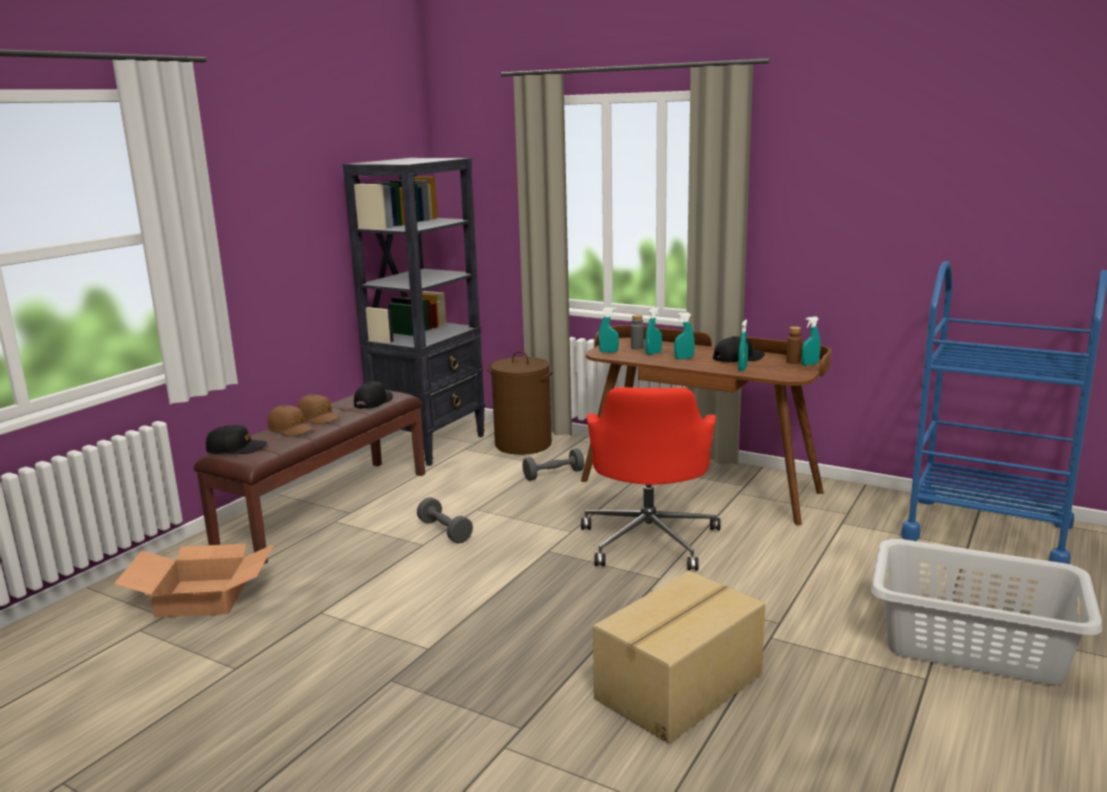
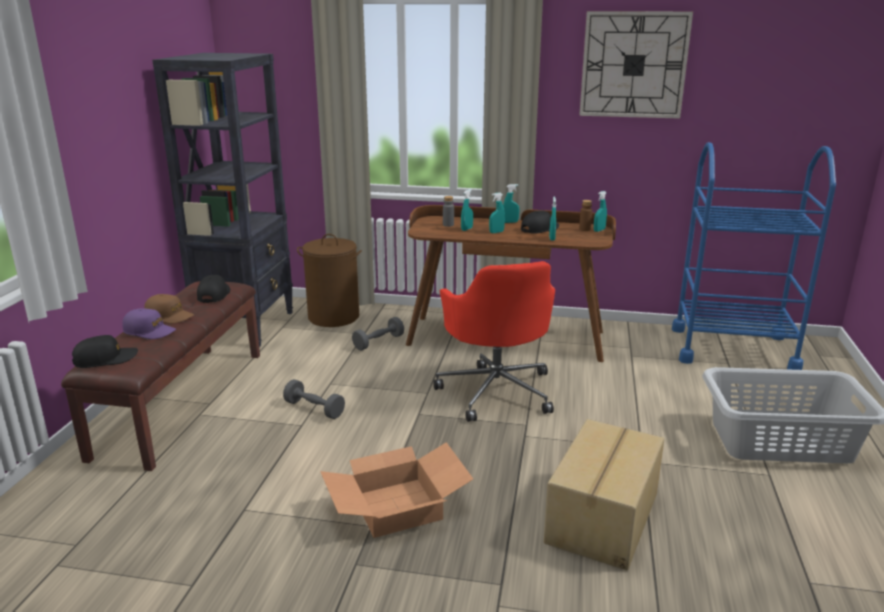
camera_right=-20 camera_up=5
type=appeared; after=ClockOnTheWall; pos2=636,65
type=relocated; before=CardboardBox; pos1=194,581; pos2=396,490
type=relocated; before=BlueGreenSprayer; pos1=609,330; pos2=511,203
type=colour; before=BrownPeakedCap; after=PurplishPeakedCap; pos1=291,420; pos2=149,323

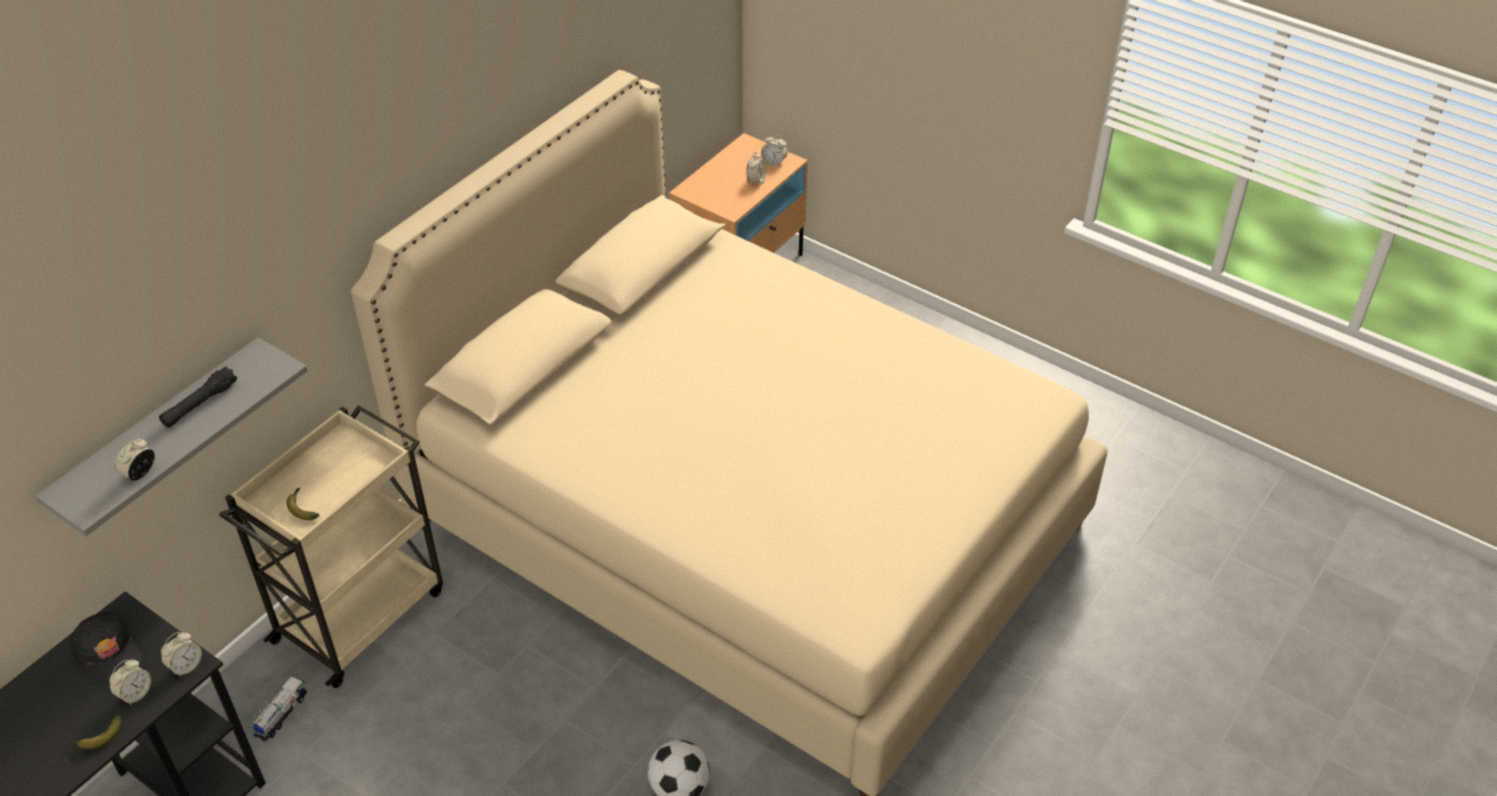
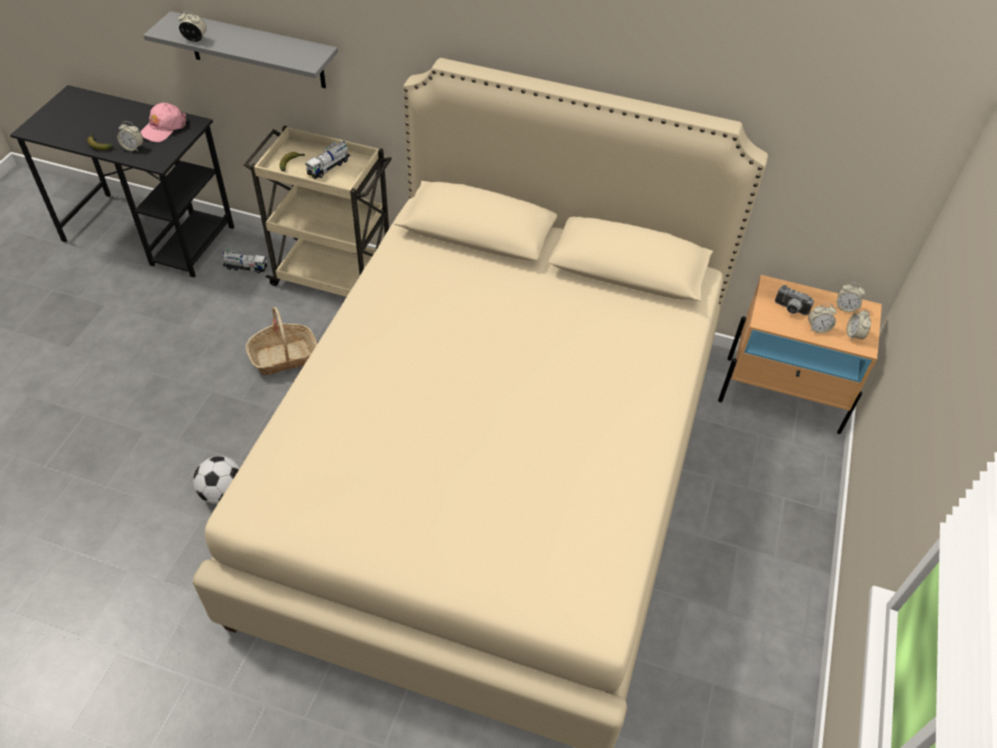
camera_right=70 camera_up=5
type=missing; before=BlackColouredFlashlight; pos1=198,397
type=appeared; after=StorageBasket; pos2=281,341
type=appeared; after=ModelTruck; pos2=327,160
type=appeared; after=StillCamera; pos2=794,300
type=relocated; before=BedsideClock; pos1=181,654; pos2=851,297
type=colour; before=BlackColouredPeakedCap; after=PinkColouredPeakedCap; pos1=105,648; pos2=163,122

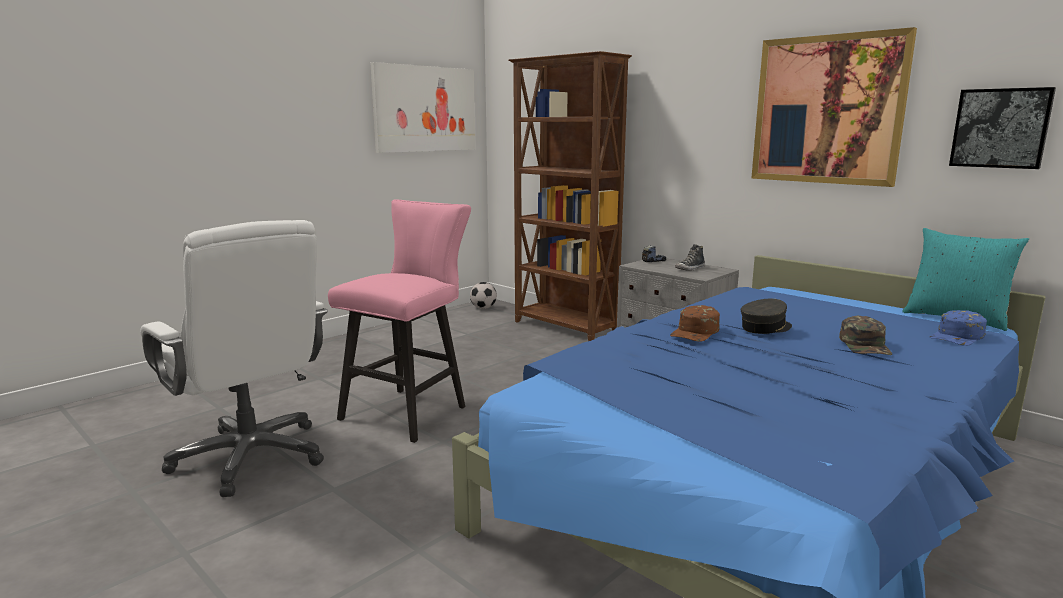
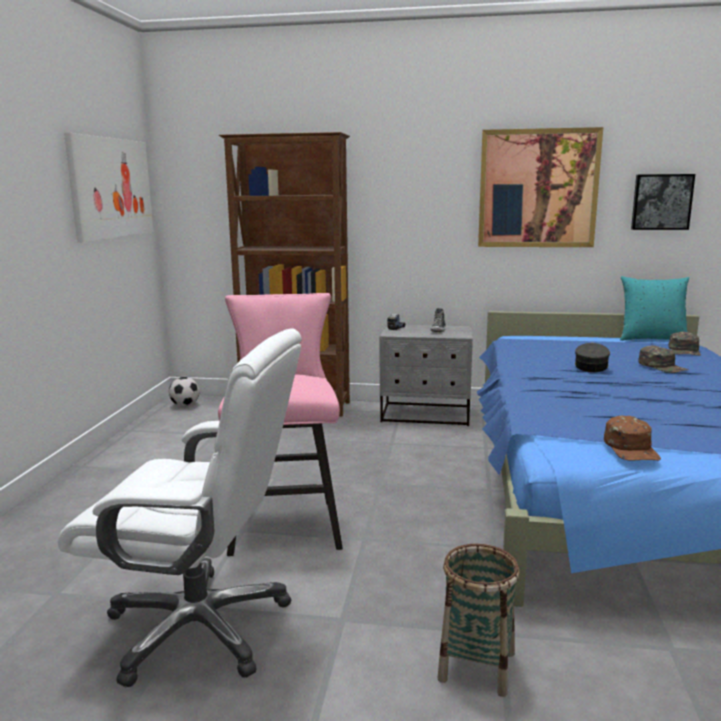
camera_right=-35 camera_up=0
type=appeared; after=StorageBasket; pos2=479,620
type=relocated; before=BrownPeakedCap; pos1=695,323; pos2=632,438
type=colour; before=BluishPeakedCap; after=GreenColouredPeakedCap; pos1=958,328; pos2=684,344

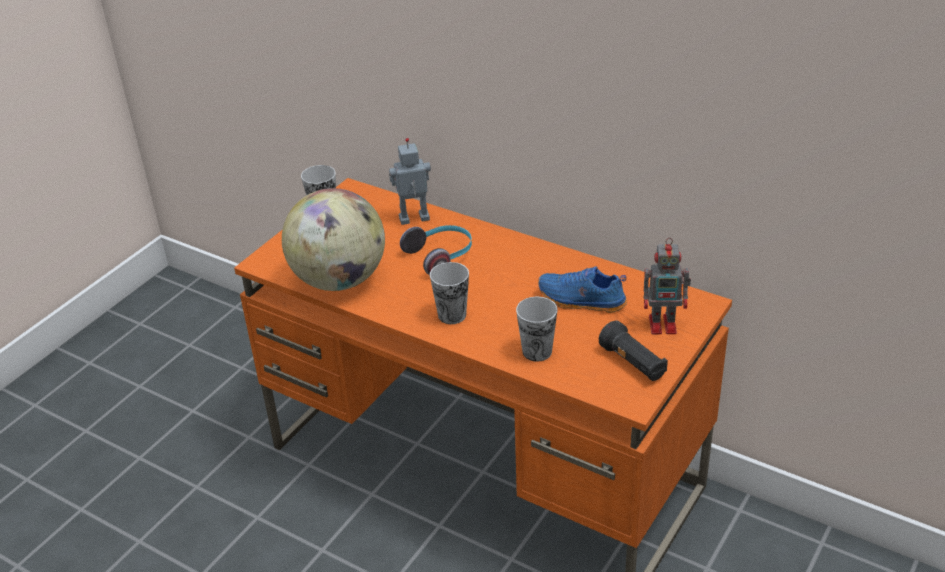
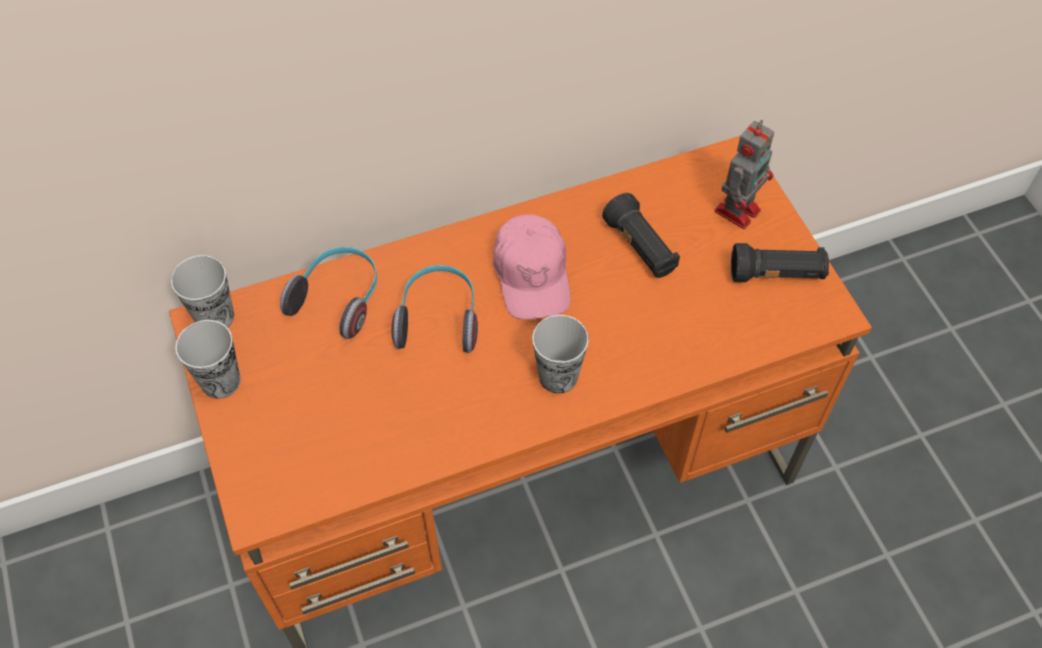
camera_right=-55 camera_up=20
type=missing; before=Globe; pos1=333,239
type=appeared; after=PinkColouredPeakedCap; pos2=532,267
type=relocated; before=DrinkingCup; pos1=537,329; pos2=202,291
type=exchanged; before=RobotFigure; after=PairOfHeadphones; pos1=410,181; pos2=328,293
type=exchanged; before=BluishItemOfFootwear; after=BlackColouredFlashlight; pos1=582,290; pos2=641,235

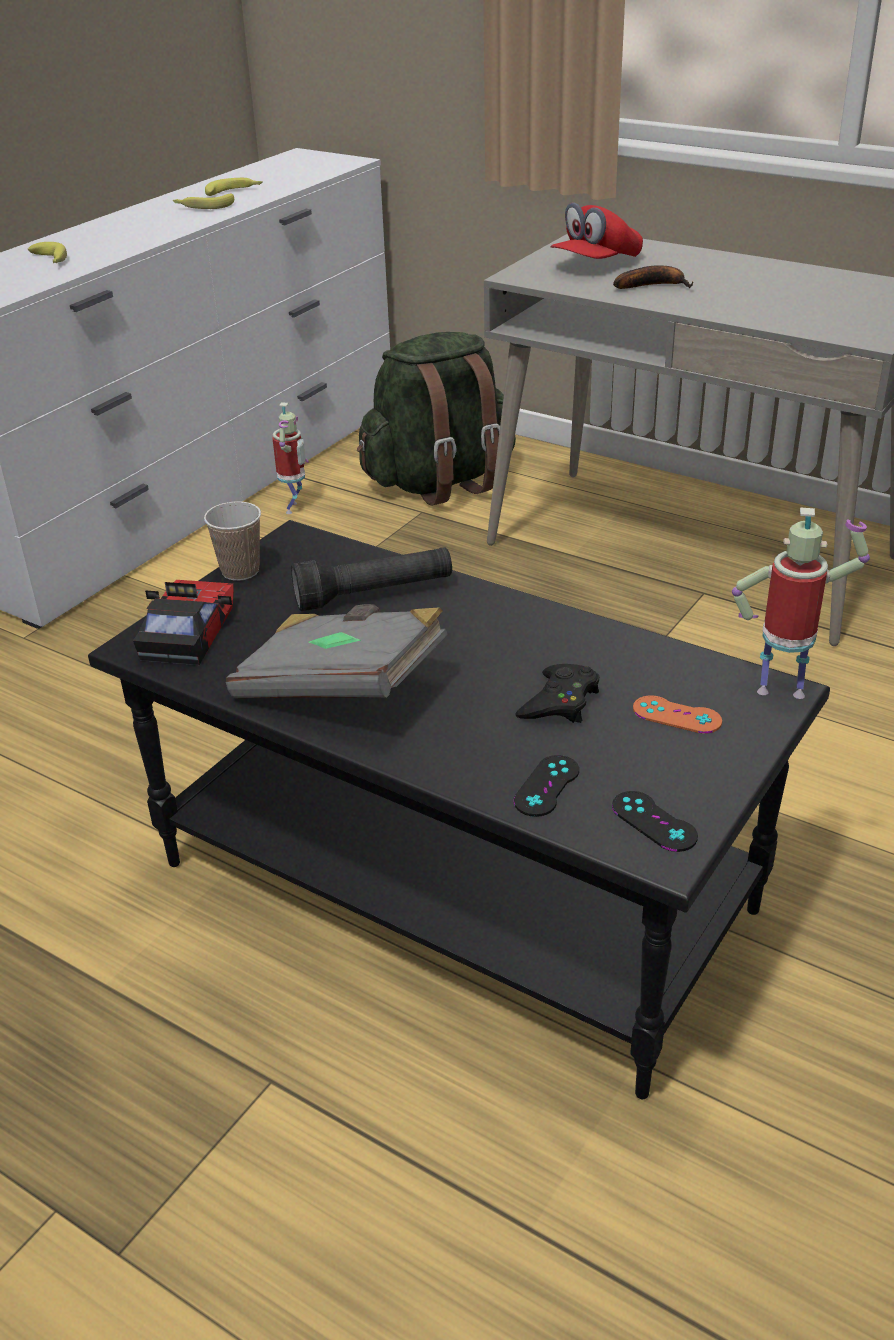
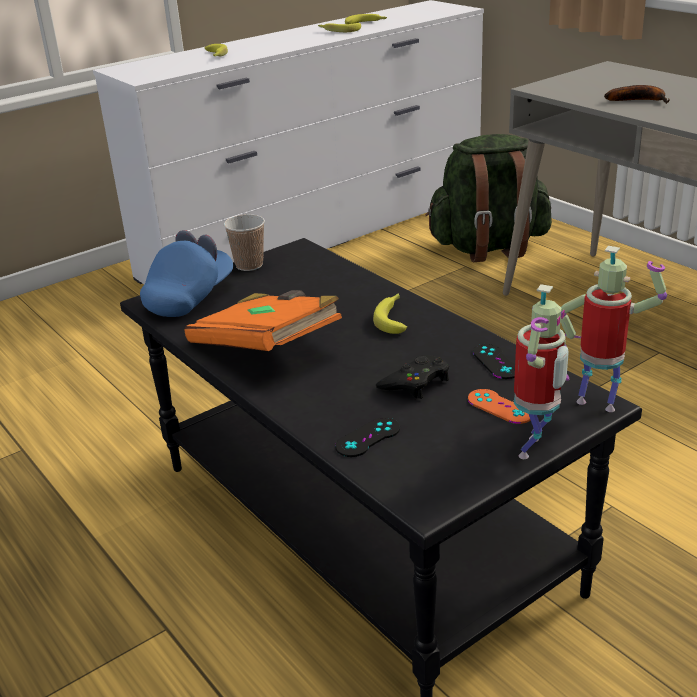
camera_right=20 camera_up=-5
type=missing; before=BlackColouredFlashlight; pos1=371,579
type=missing; before=ReddishPeakedCap; pos1=596,231
type=appeared; after=Banana; pos2=390,314
type=relocated; before=RobotFigure; pos1=290,458; pos2=541,371
type=relocated; before=BlackColouredGamepad; pos1=655,821; pos2=494,361
type=exchanged; before=ToyCar; after=BluishPeakedCap; pos1=183,622; pos2=186,273
type=colour; before=GreyishBook; after=OrangeColouredBook; pos1=337,651; pos2=263,320

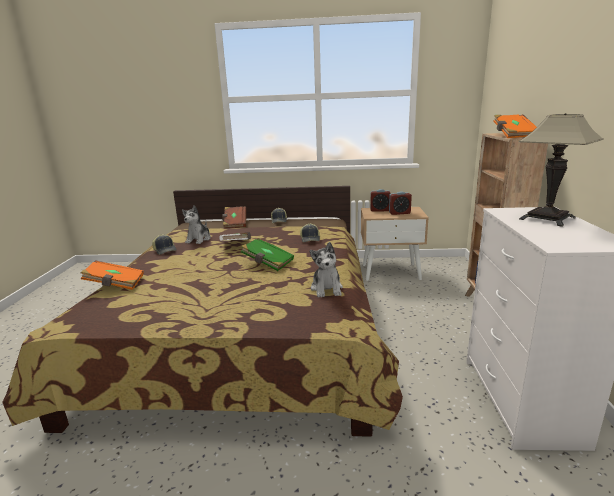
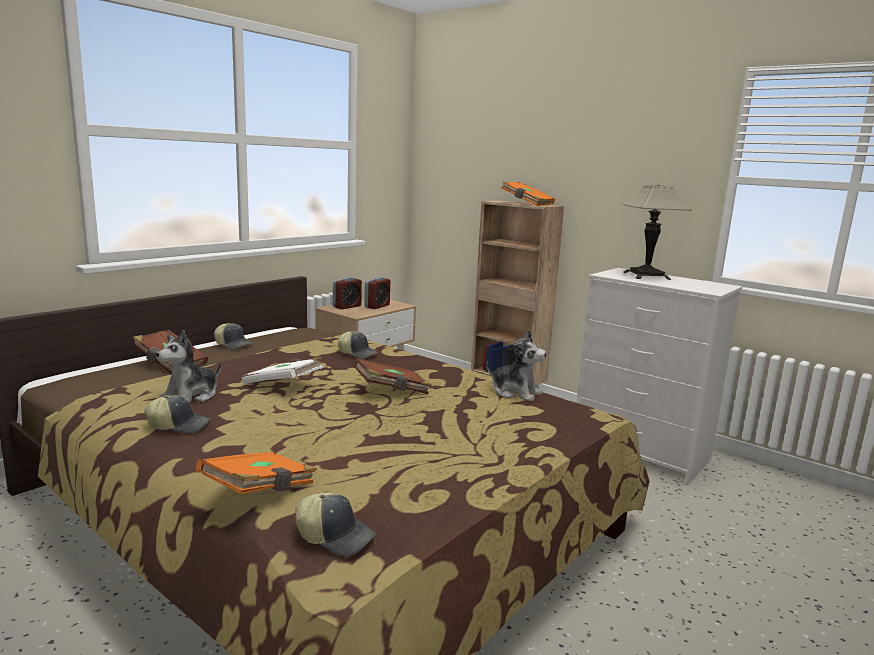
camera_right=-55 camera_up=-5
type=appeared; after=PeakedCap; pos2=335,524
type=colour; before=GreenColouredBook; after=BrownBook; pos1=267,254; pos2=392,376
type=spun; before=CuddlyToy; pos1=196,224; pos2=189,366; turn=75

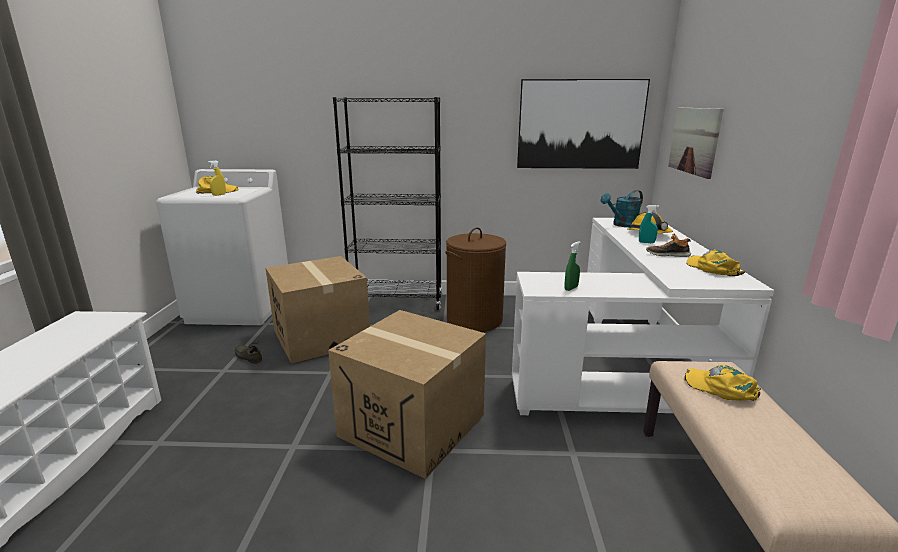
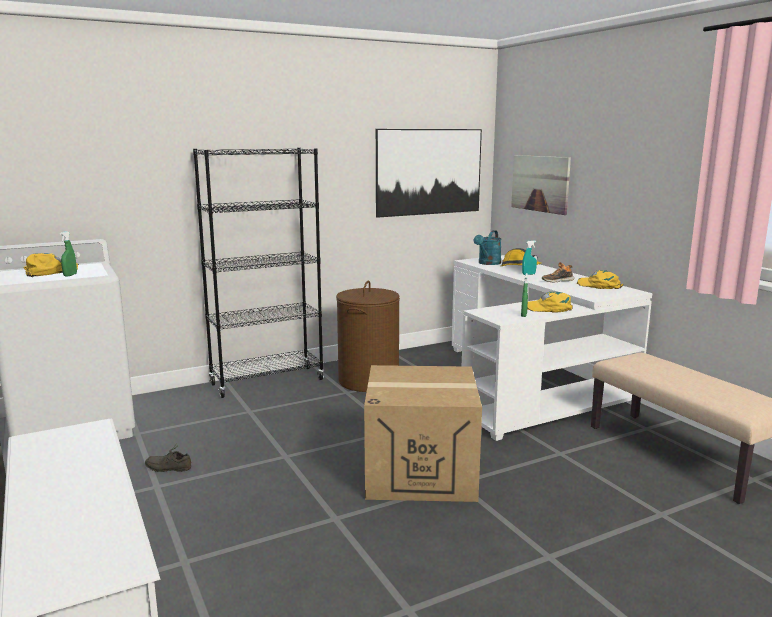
camera_right=-30 camera_up=-5
type=missing; before=CardboardBox; pos1=318,310
type=relocated; before=YellowPeakedCap; pos1=722,383; pos2=550,302
type=colour; before=YellowSprayer; after=GreenColouredSprayer; pos1=217,178; pos2=68,254

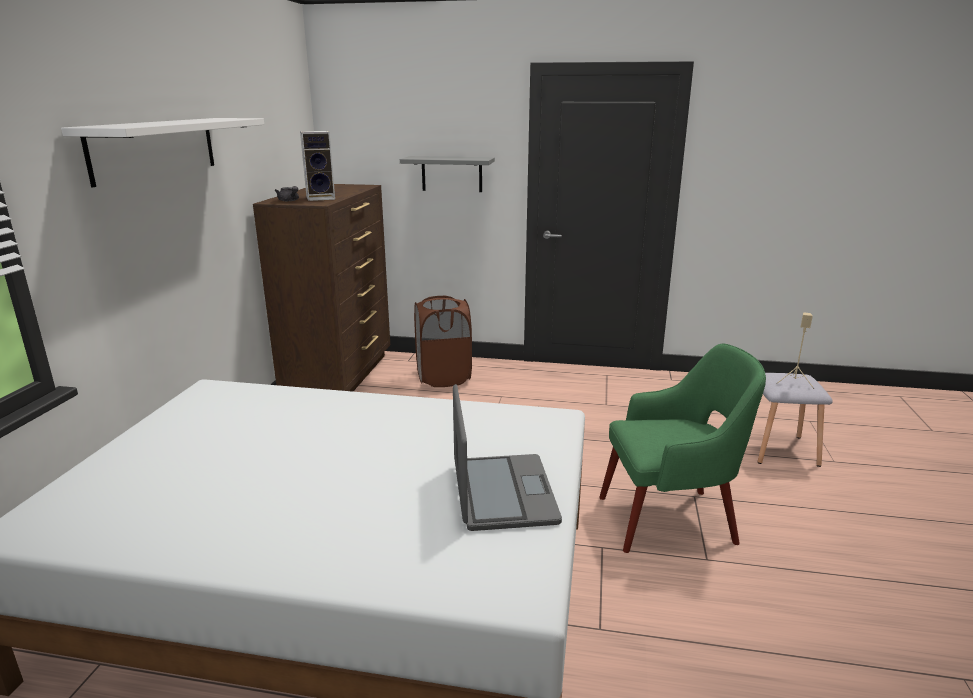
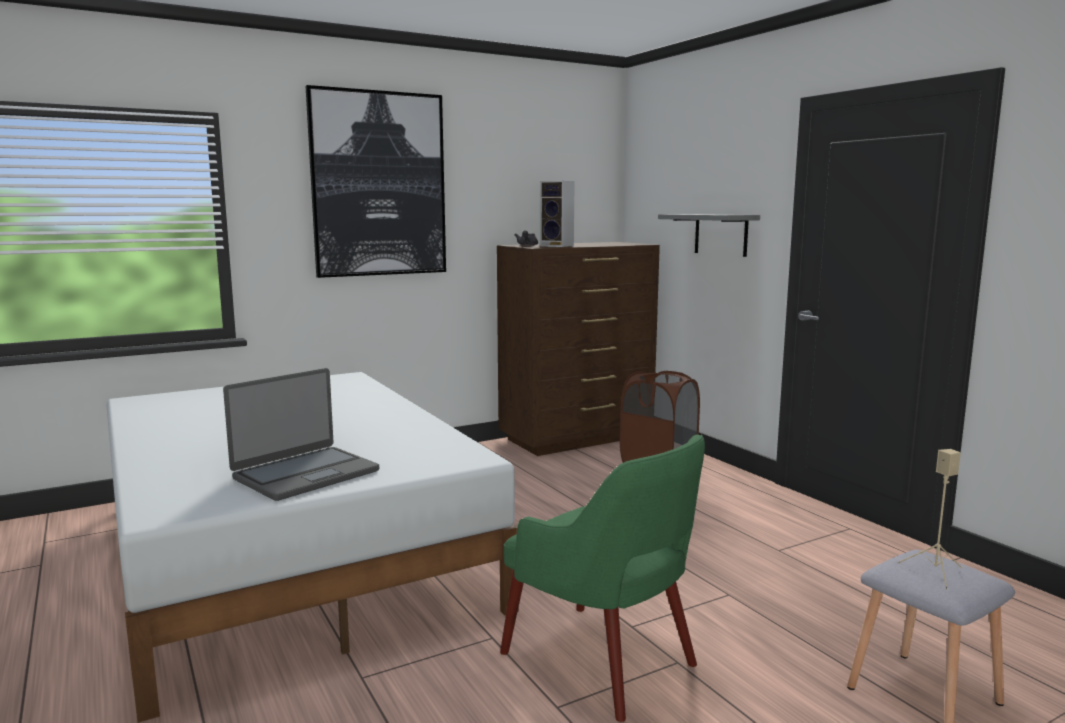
camera_right=50 camera_up=-10
type=exchanged; before=WhiteColouredBracketShelf; after=WallArt; pos1=162,152; pos2=376,181

